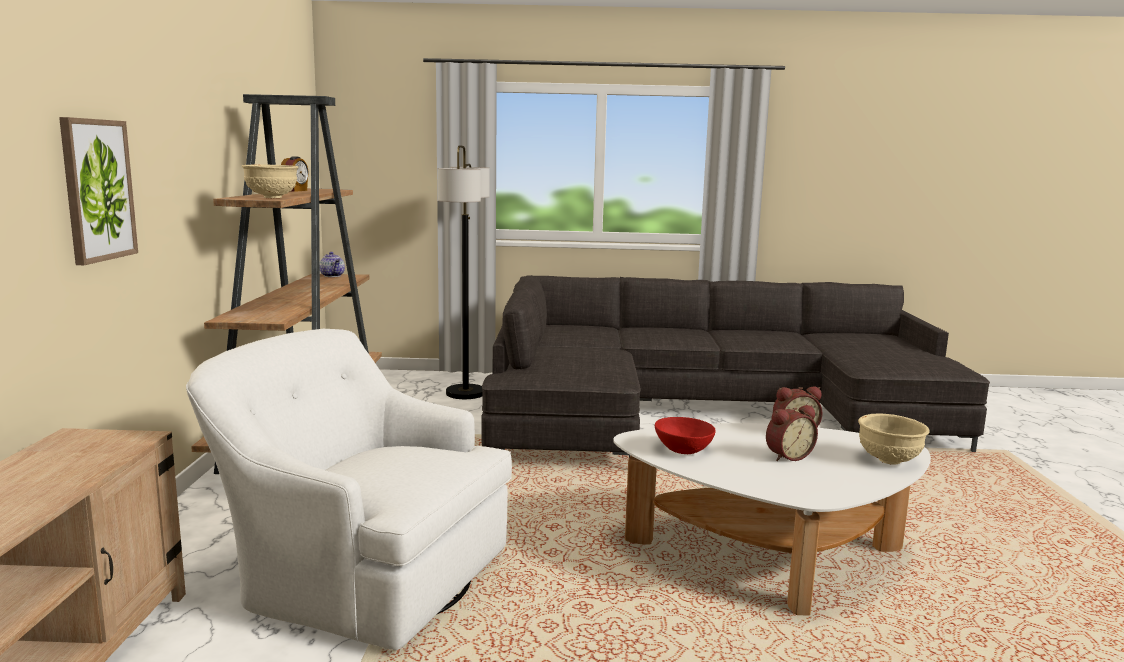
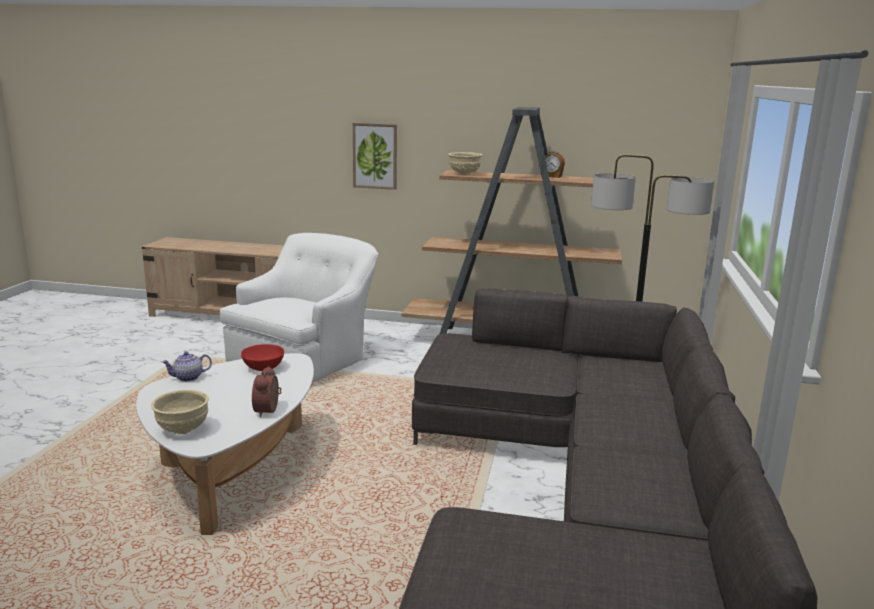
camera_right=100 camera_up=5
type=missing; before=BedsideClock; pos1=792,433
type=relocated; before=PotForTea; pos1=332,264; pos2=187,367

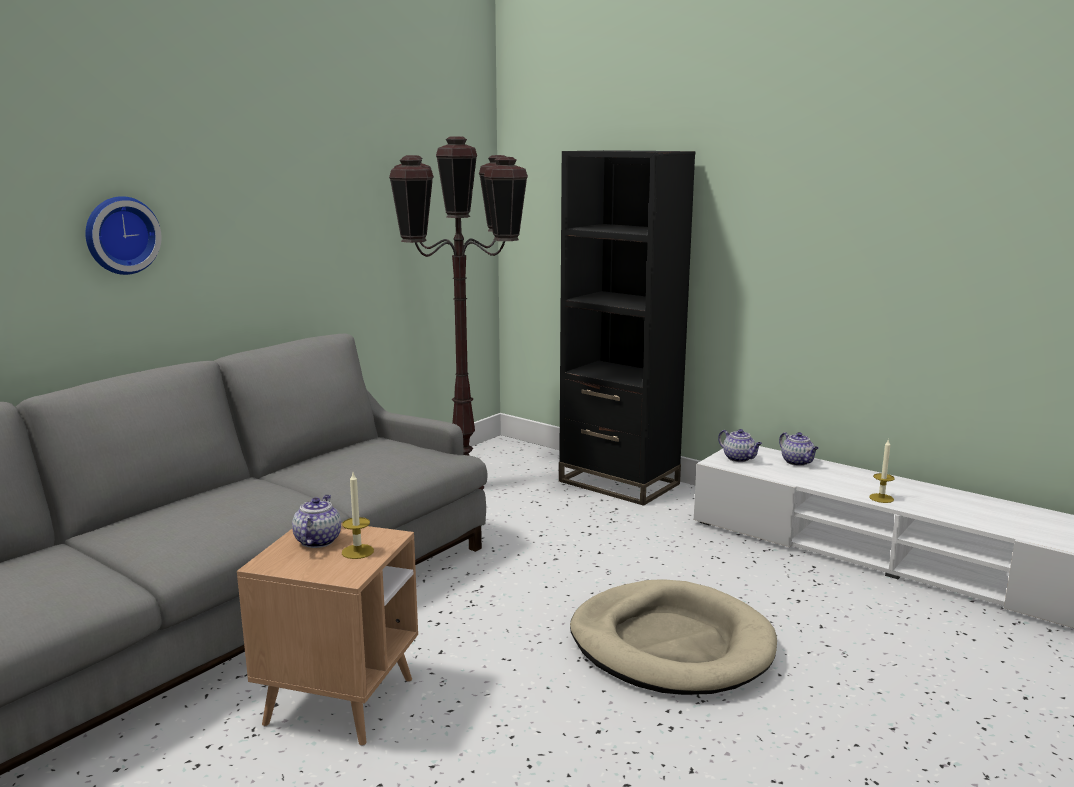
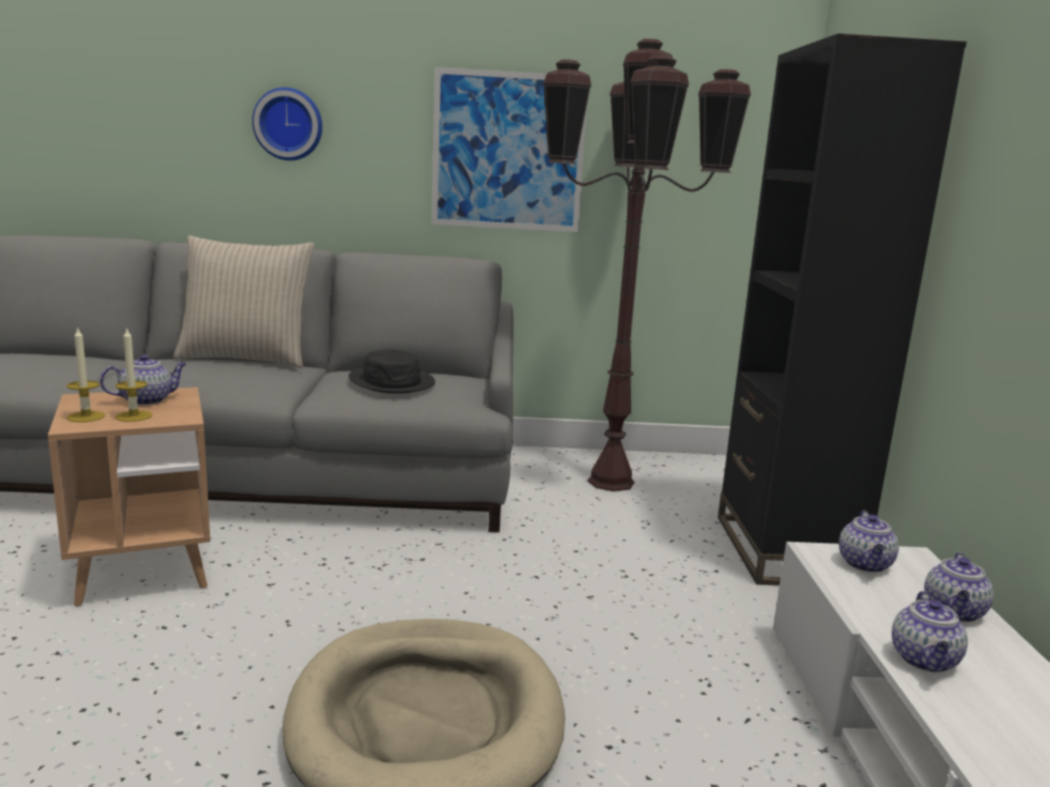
camera_right=50 camera_up=0
type=appeared; after=BeigeColouredThrowPillow; pos2=243,302
type=appeared; after=BlackColouredWearableHat; pos2=391,371
type=appeared; after=WallArt; pos2=509,149
type=appeared; after=PotForTea; pos2=930,631
type=relocated; before=WaxLight; pos1=882,471; pos2=86,374

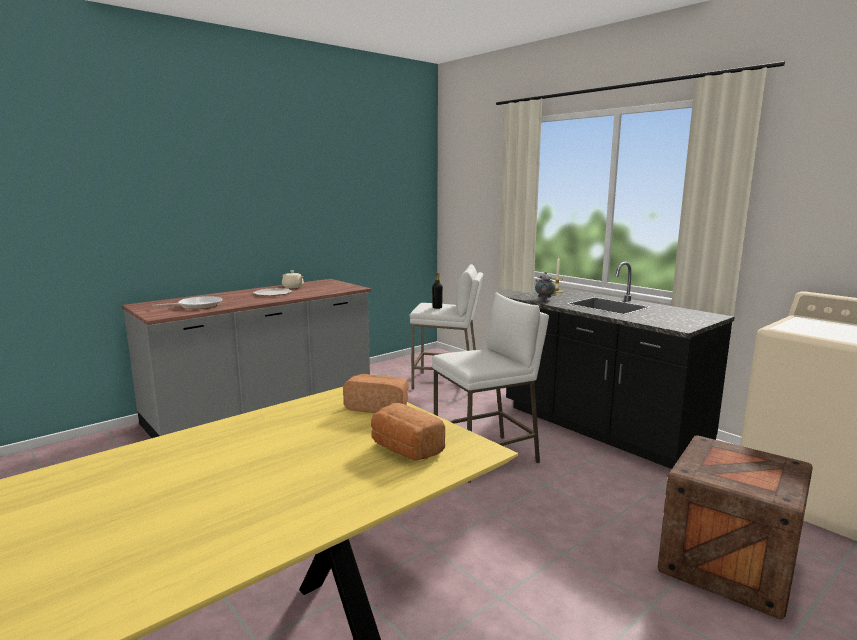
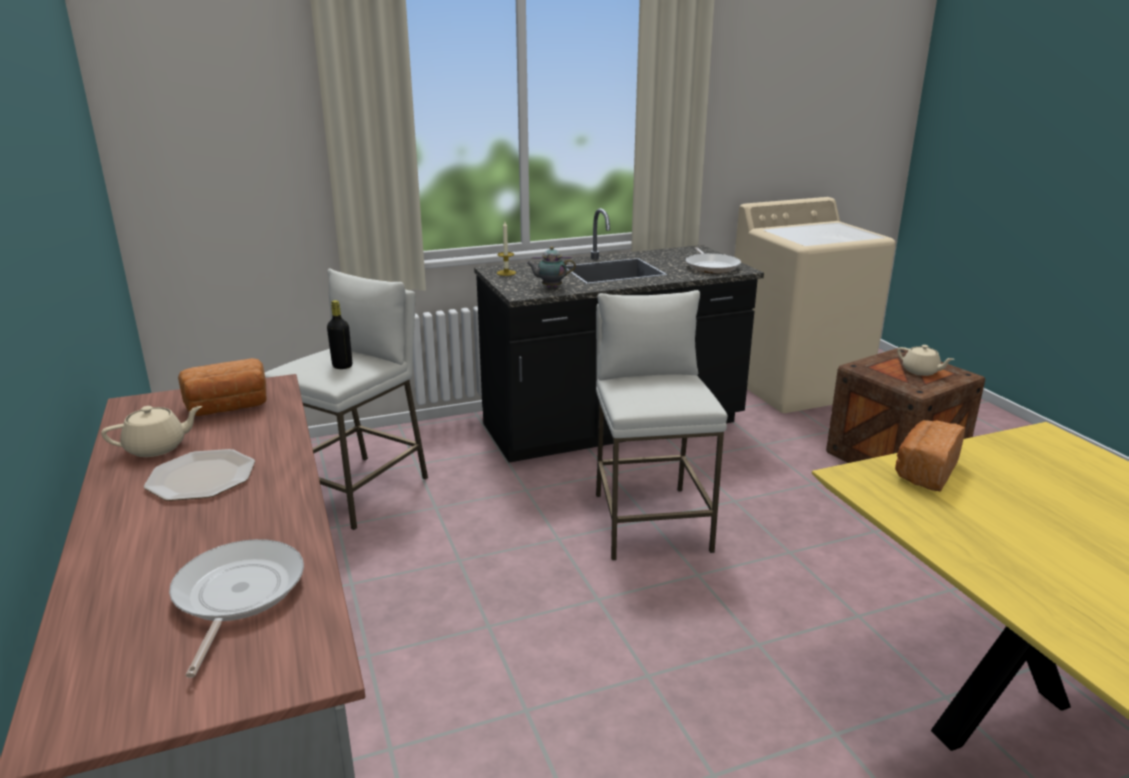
camera_right=-70 camera_up=10
type=appeared; after=Skillet; pos2=713,260
type=appeared; after=BeigeColouredPotForTea; pos2=925,360
type=relocated; before=BakeryBread; pos1=408,432; pos2=222,387

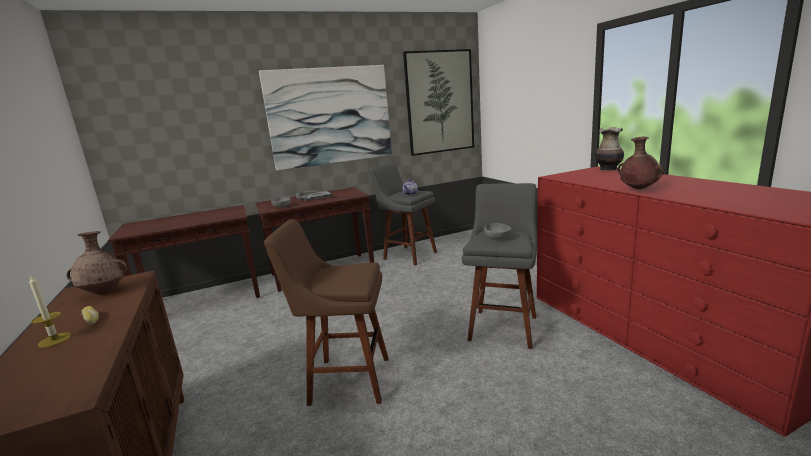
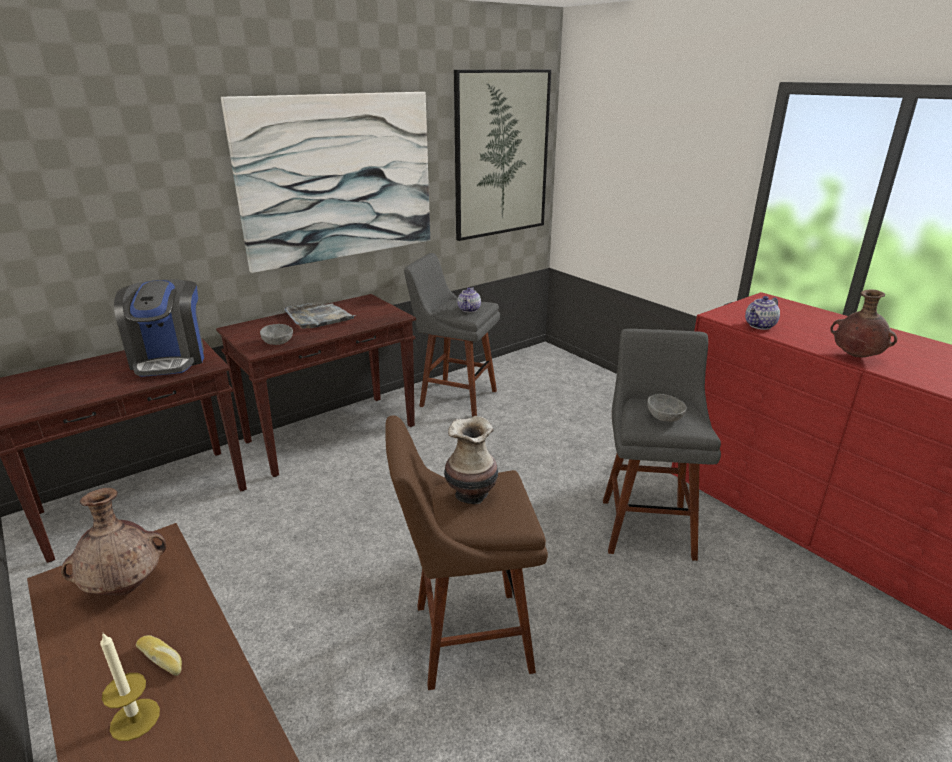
camera_right=-15 camera_up=10
type=appeared; after=CoffeeBrewer; pos2=159,328
type=appeared; after=PotForTea; pos2=762,313
type=relocated; before=DecorativeVase; pos1=609,148; pos2=471,460

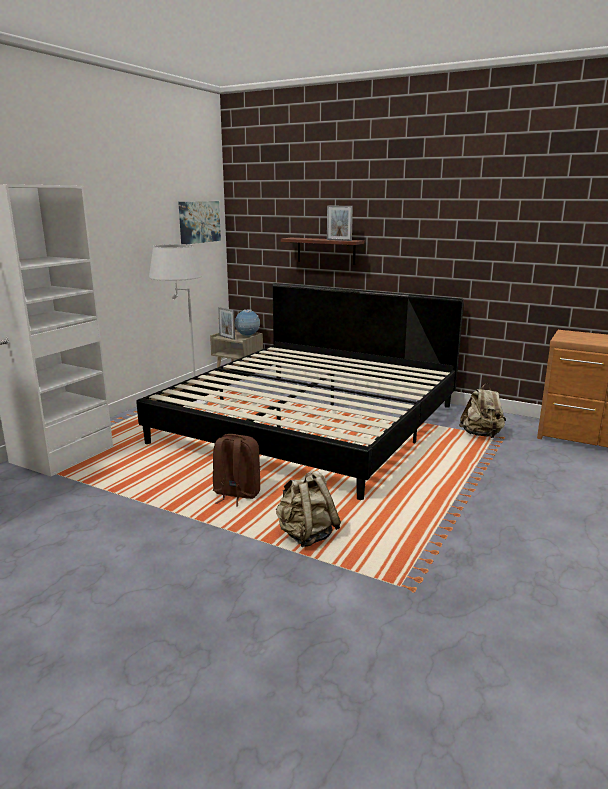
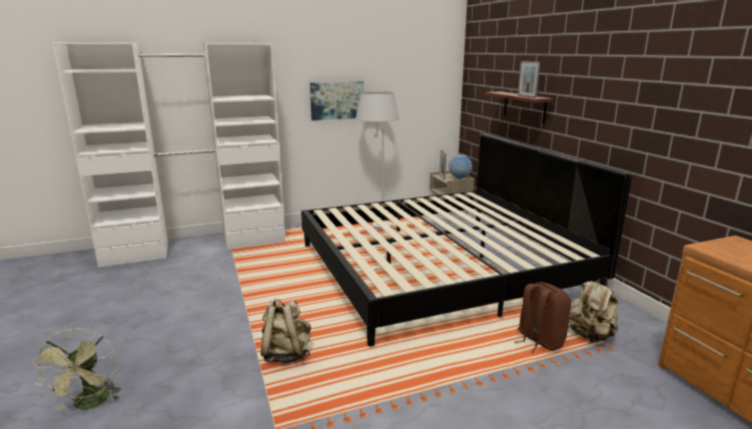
camera_right=40 camera_up=0
type=appeared; after=GreenColouredFan; pos2=76,369
type=relocated; before=WallArt; pos1=199,222; pos2=337,101
type=relocated; before=BrownKnapsack; pos1=237,470; pos2=543,317

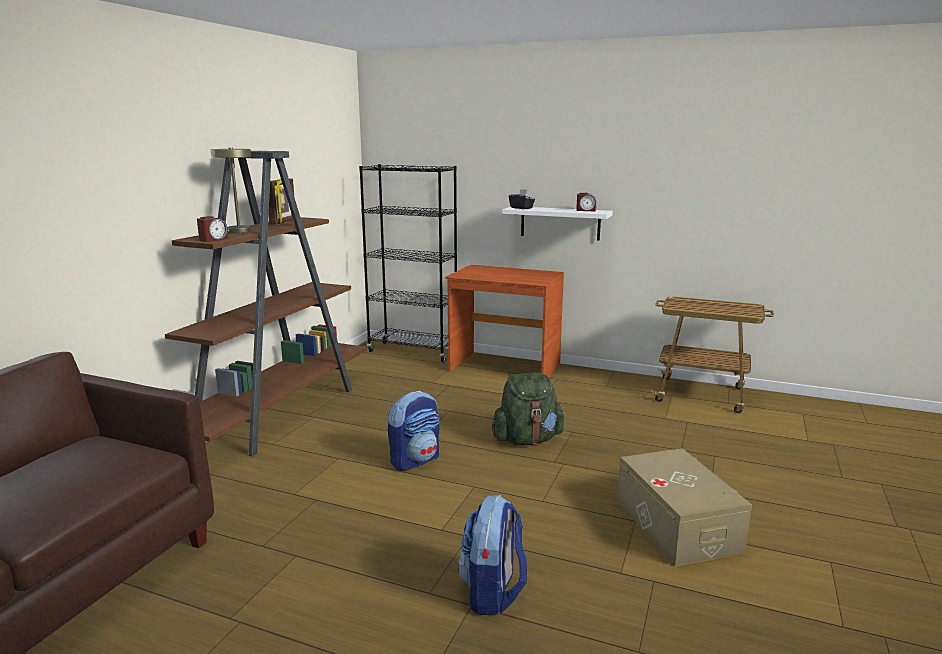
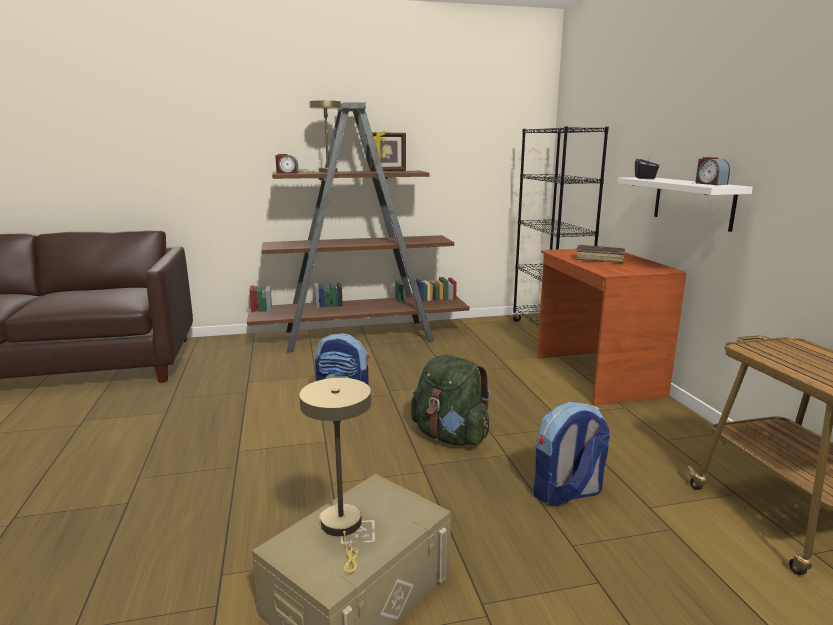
camera_right=55 camera_up=0
type=appeared; after=BeigeColouredTabletopLamp; pos2=335,475
type=appeared; after=BrownBook; pos2=600,254
type=relocated; before=Knapsack; pos1=492,555; pos2=571,454

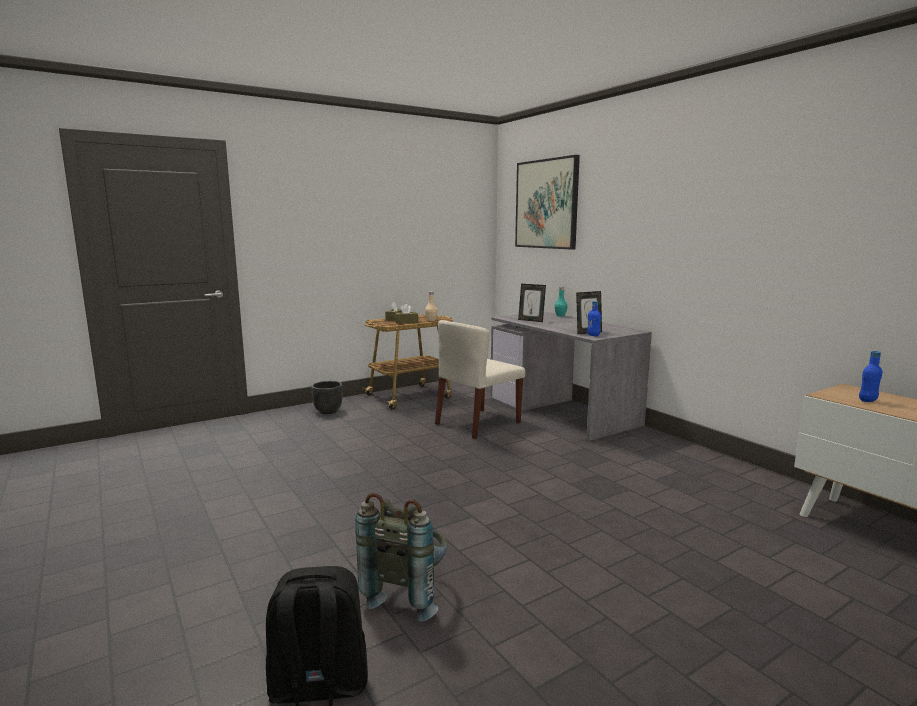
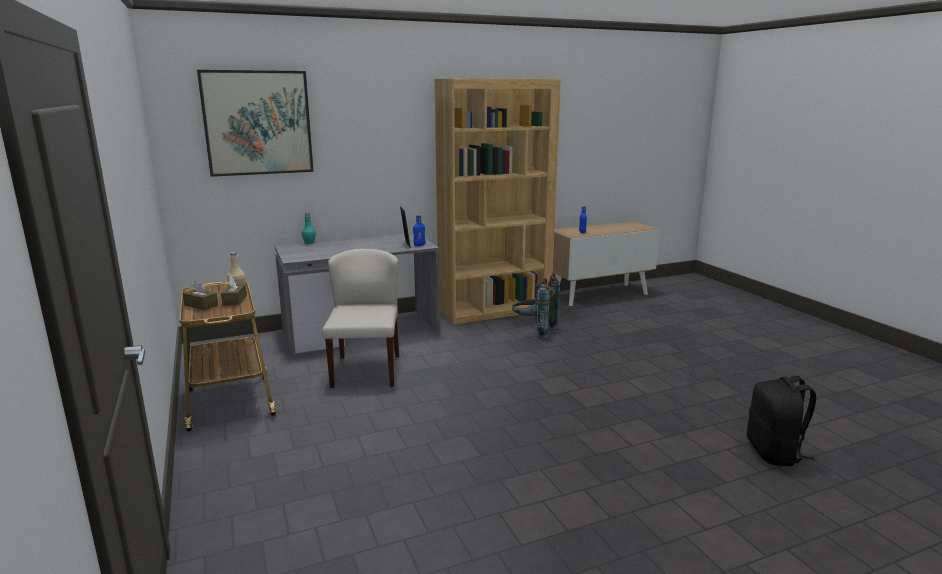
camera_right=-80 camera_up=5
type=missing; before=BlackColouredFlowerPot; pos1=327,397
type=missing; before=PictureFrame; pos1=532,303
type=appeared; after=BrownBookshelf; pos2=497,201
type=relocated; before=GreyishKnapsack; pos1=401,557; pos2=536,305
type=spun; before=BeigeColouredChair; pos1=480,379; pos2=360,318; turn=-150

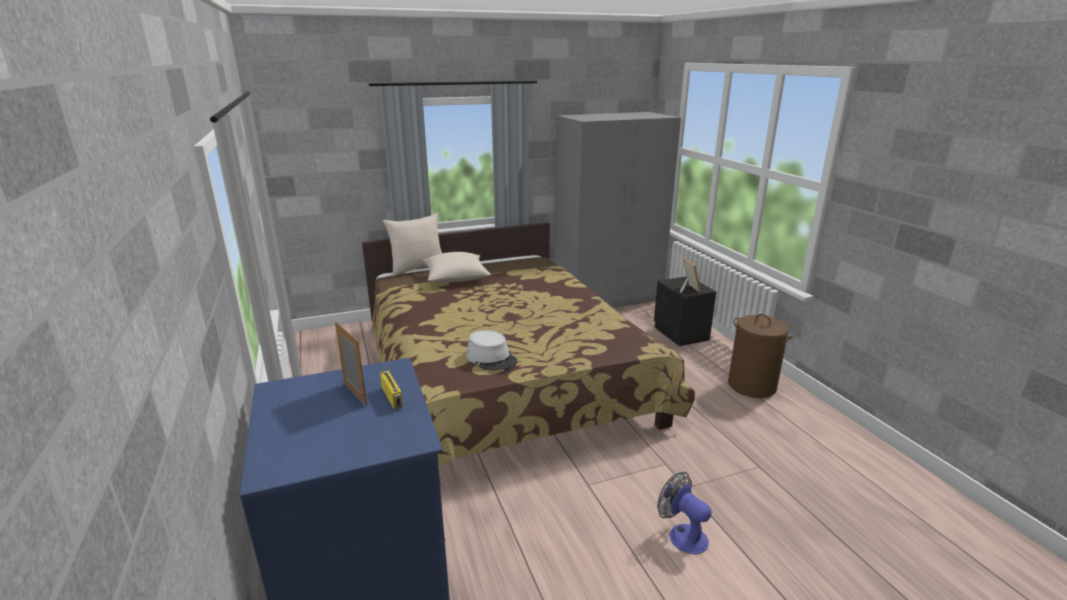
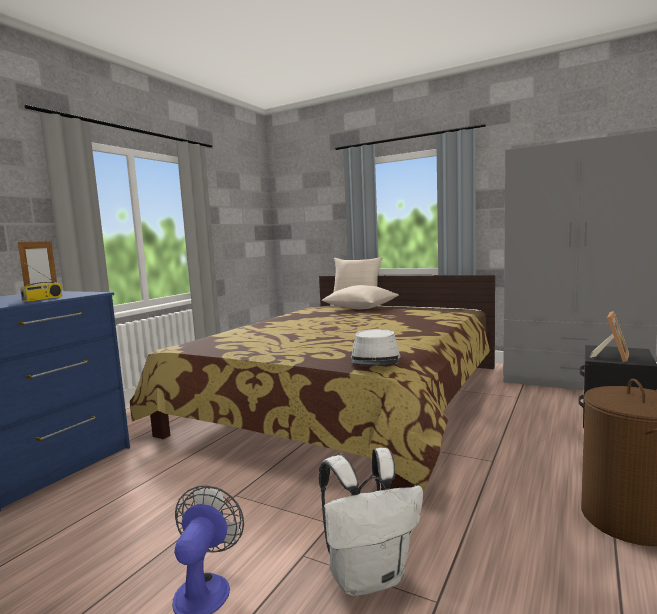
camera_right=50 camera_up=-15
type=appeared; after=WhiteColouredKnapsack; pos2=371,522
type=relocated; before=GreyishWearableHat; pos1=492,350; pos2=376,347

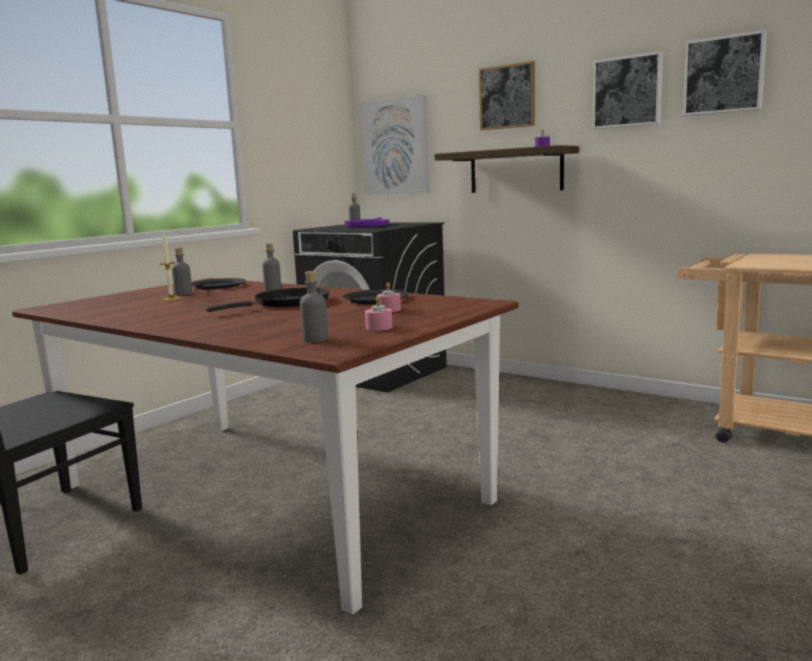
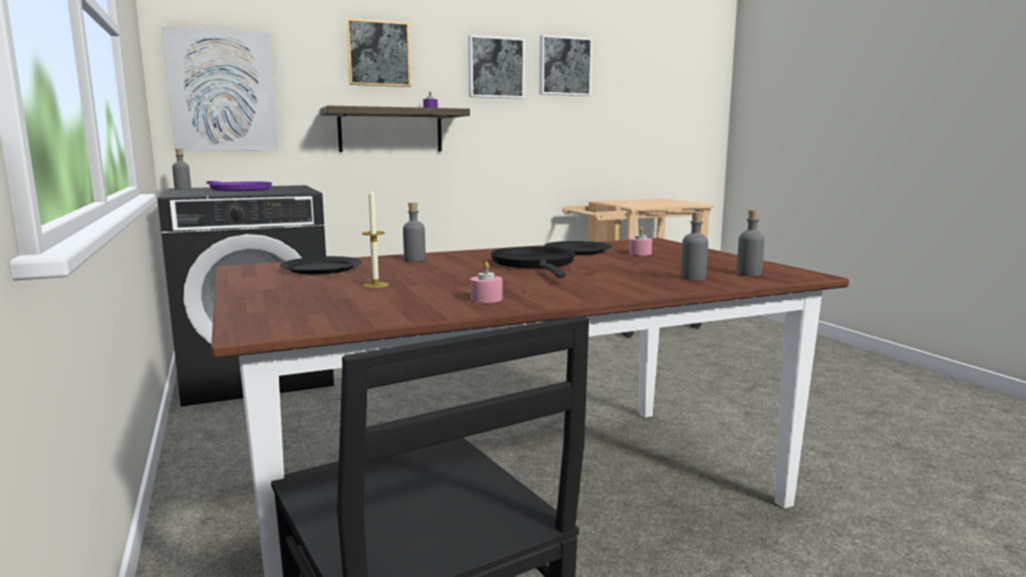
camera_right=-60 camera_up=0
type=relocated; before=GreyishBeverageBottle; pos1=182,271; pos2=694,246
type=relocated; before=PinkColouredWaxLight; pos1=378,313; pos2=486,282

